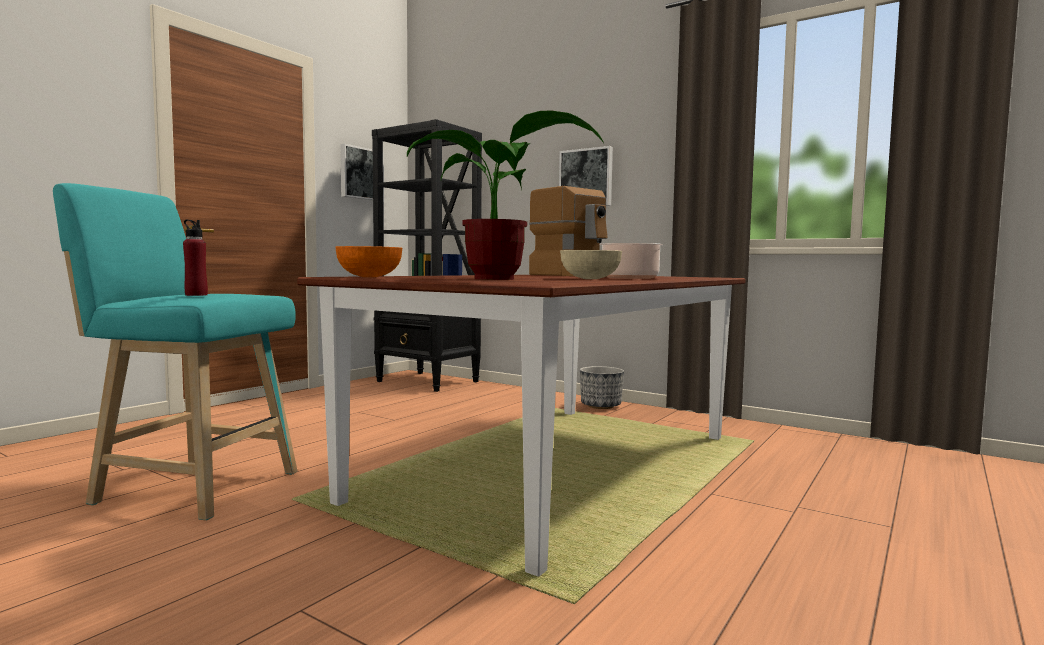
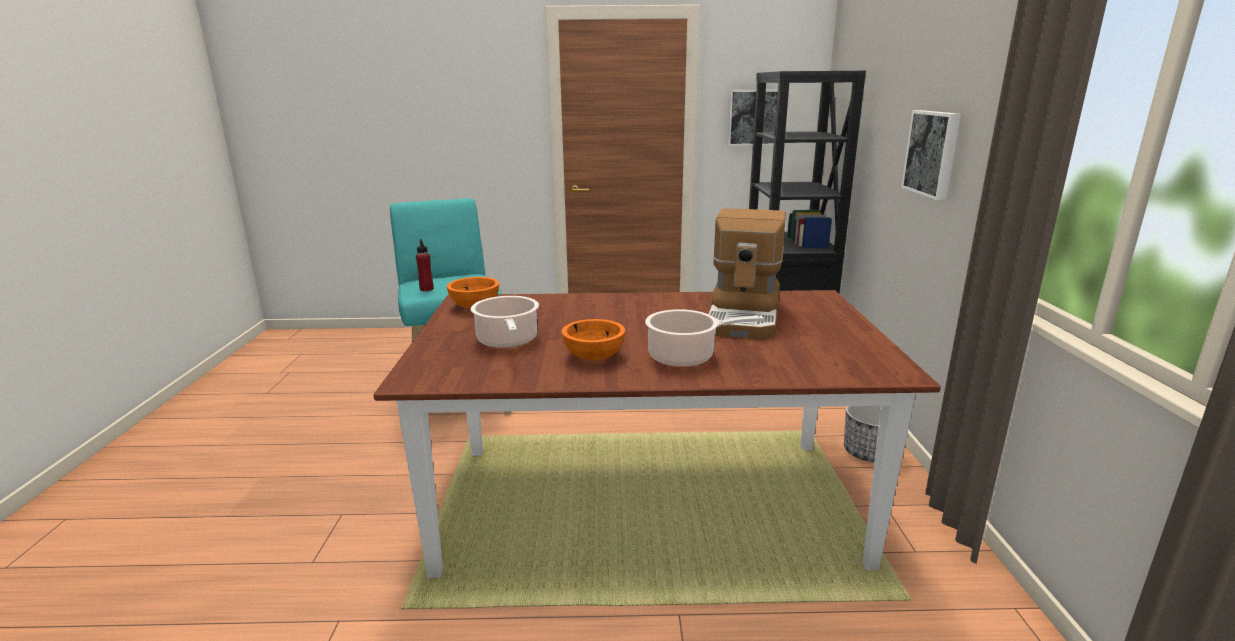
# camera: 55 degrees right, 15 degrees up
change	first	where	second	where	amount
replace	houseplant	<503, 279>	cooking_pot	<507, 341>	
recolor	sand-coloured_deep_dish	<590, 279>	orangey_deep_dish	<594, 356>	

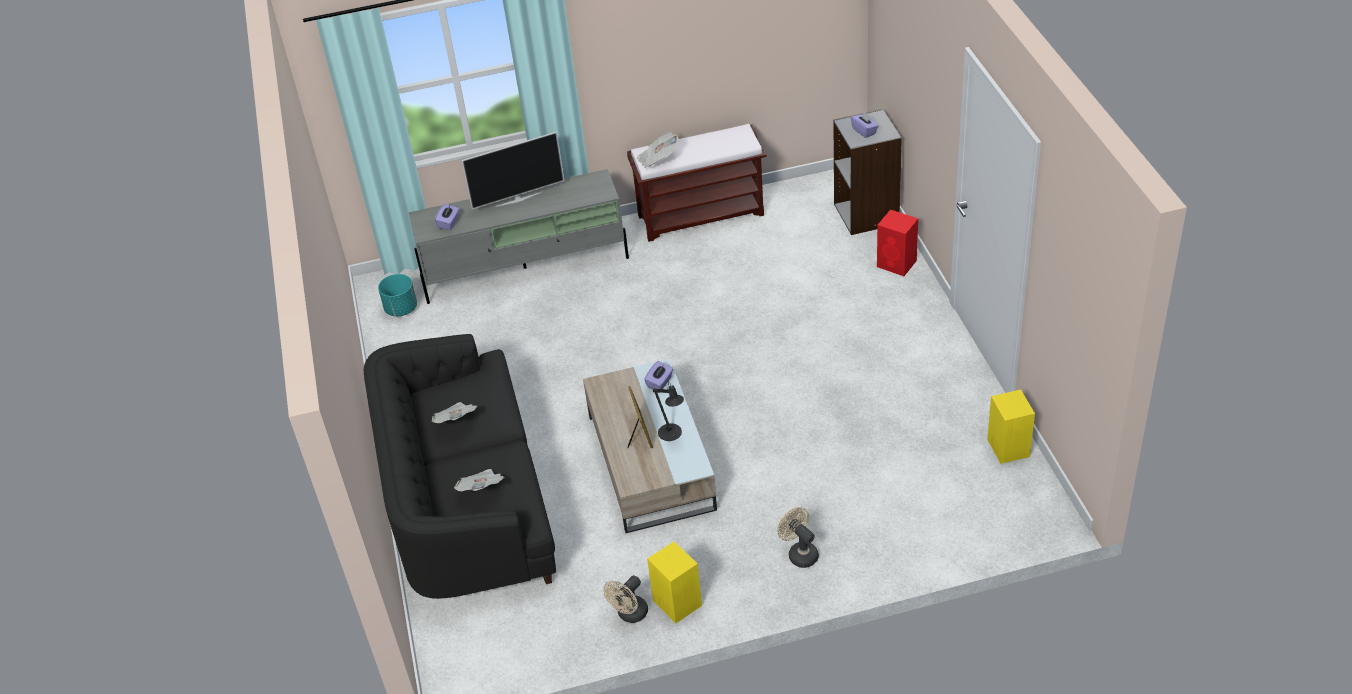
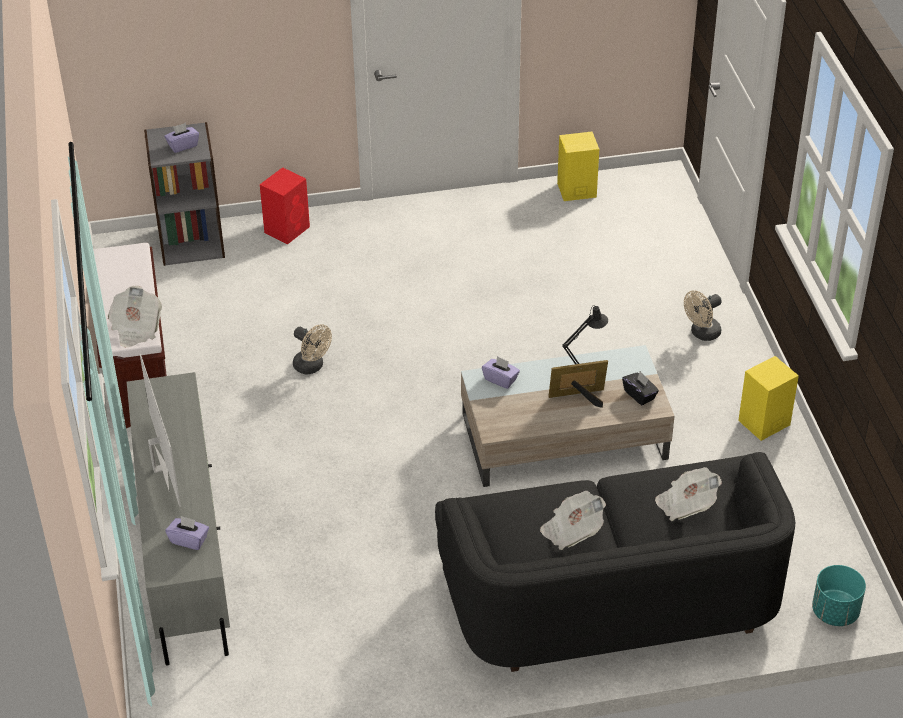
# camera: 90 degrees left, 0 degrees up
change	first	where	second	where	amount
move	blue-green_flower_pot	<401, 309>		<835, 612>	
move	sand-coloured_cooling_fan	<629, 615>		<312, 367>	
insert			black_tissue_holder	<639, 395>	

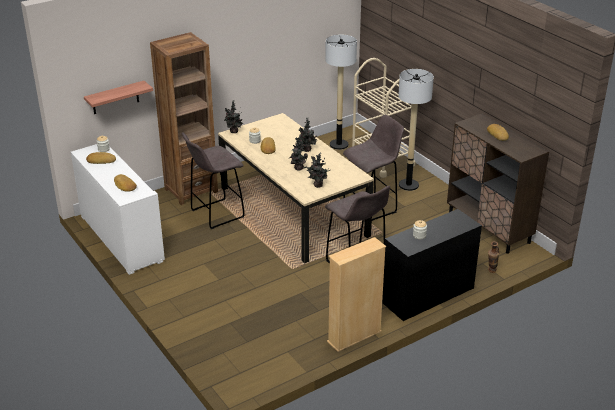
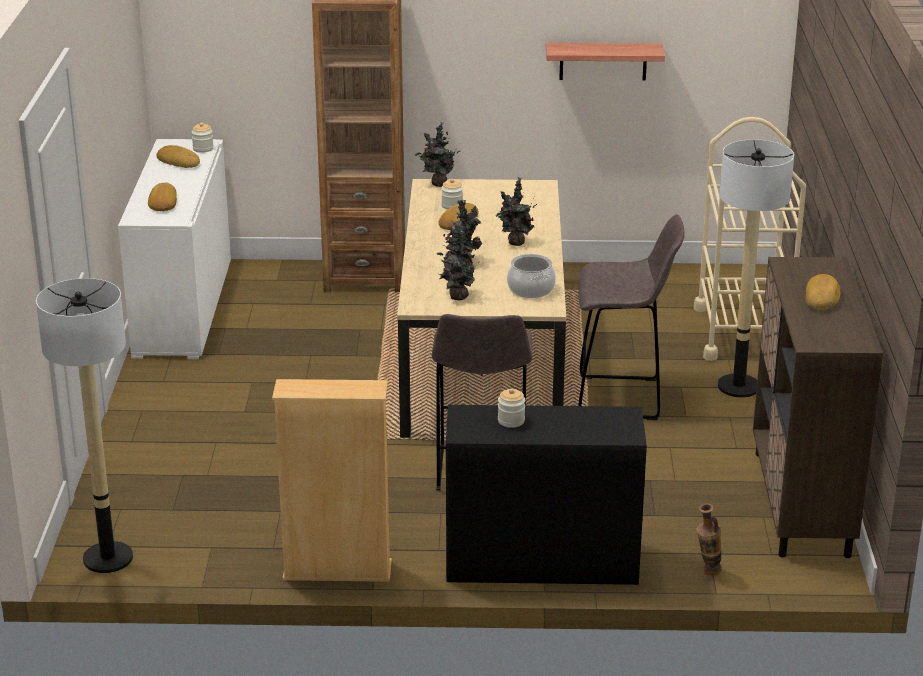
# camera: 35 degrees right, 5 degrees down
change	first	where	second	where	amount
move	standing_lamp	<339, 144>		<108, 558>	
move	shelf	<115, 98>		<603, 61>	
delete	grey_stool	<215, 214>			
insert			cooking_pot	<530, 289>	

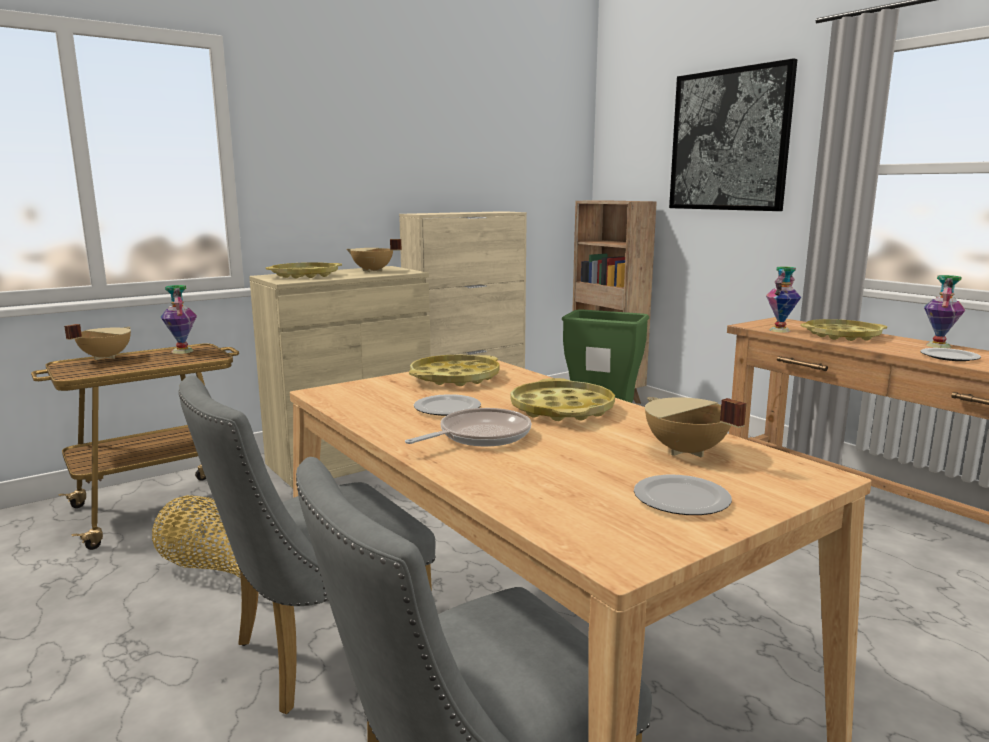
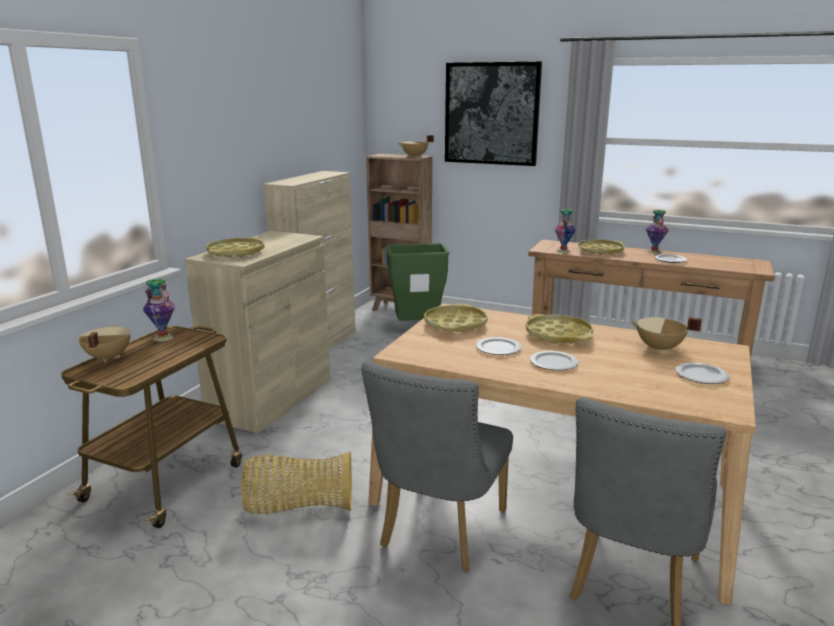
# camera: 30 degrees left, 5 degrees up
change	first	where	second	where	amount
move	sand-coloured_cooking_pot	<372, 271>		<415, 156>	
replace	frying_pan	<480, 436>	dinner_plate	<553, 363>	

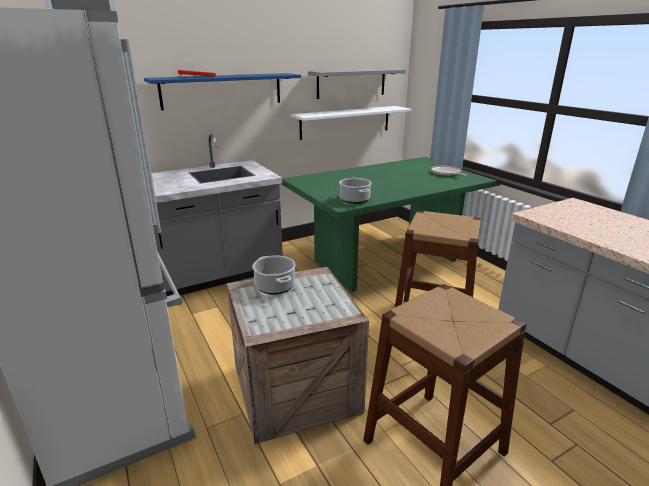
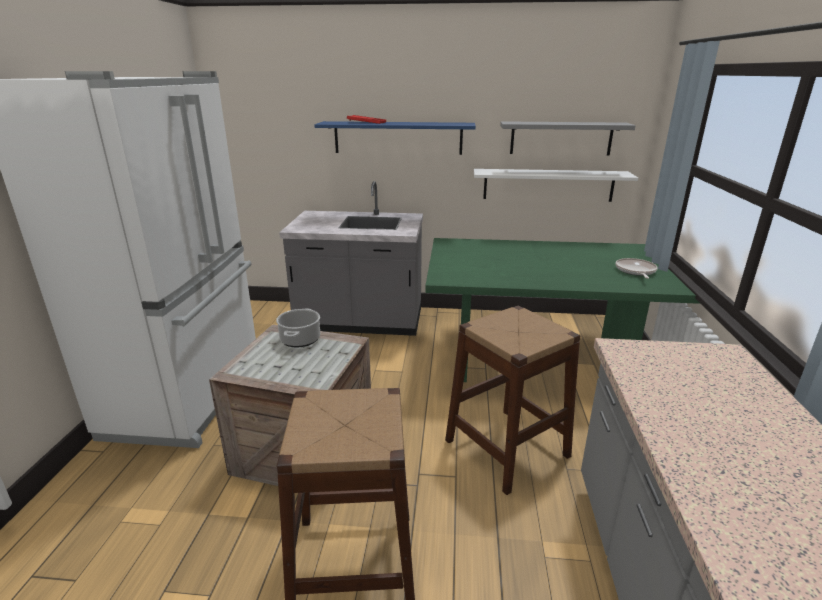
# camera: 35 degrees right, 0 degrees up
change	first	where	second	where	amount
delete	cooking_pot	<354, 200>			

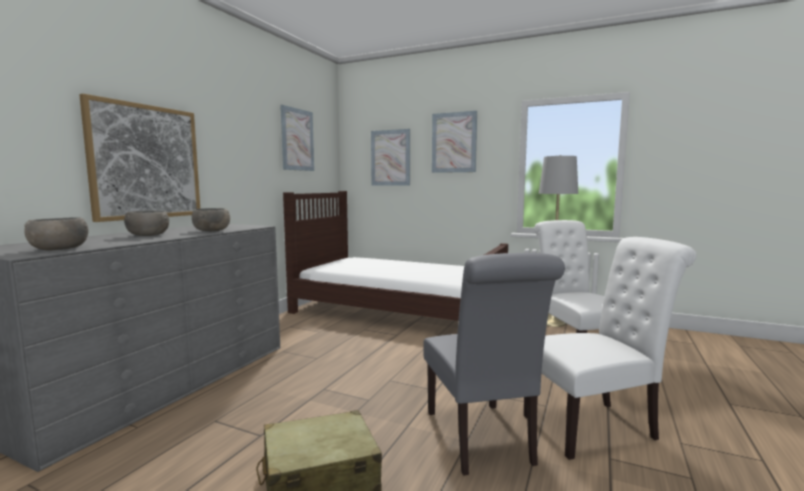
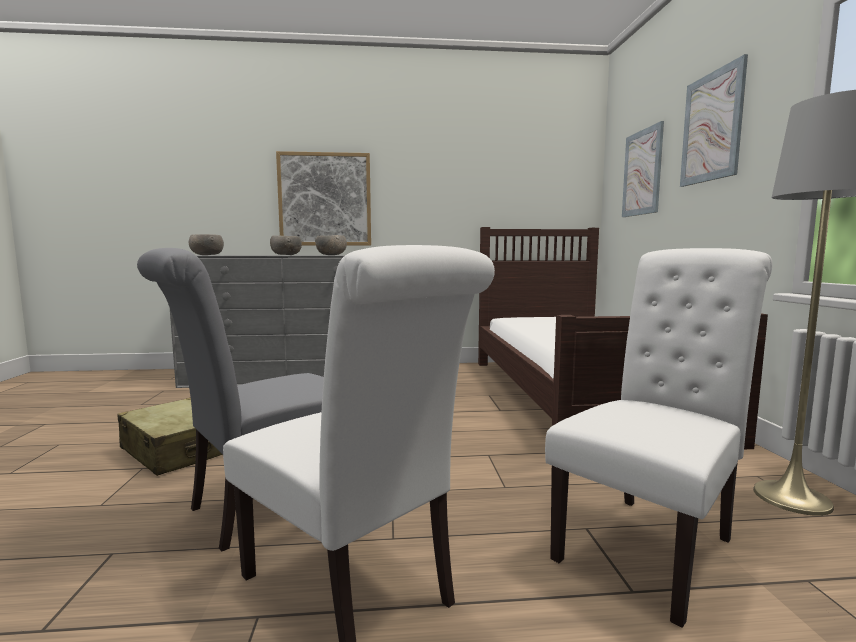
# camera: 60 degrees right, 0 degrees up
change	first	where	second	where	amount
delete	wall_picture	<297, 139>			

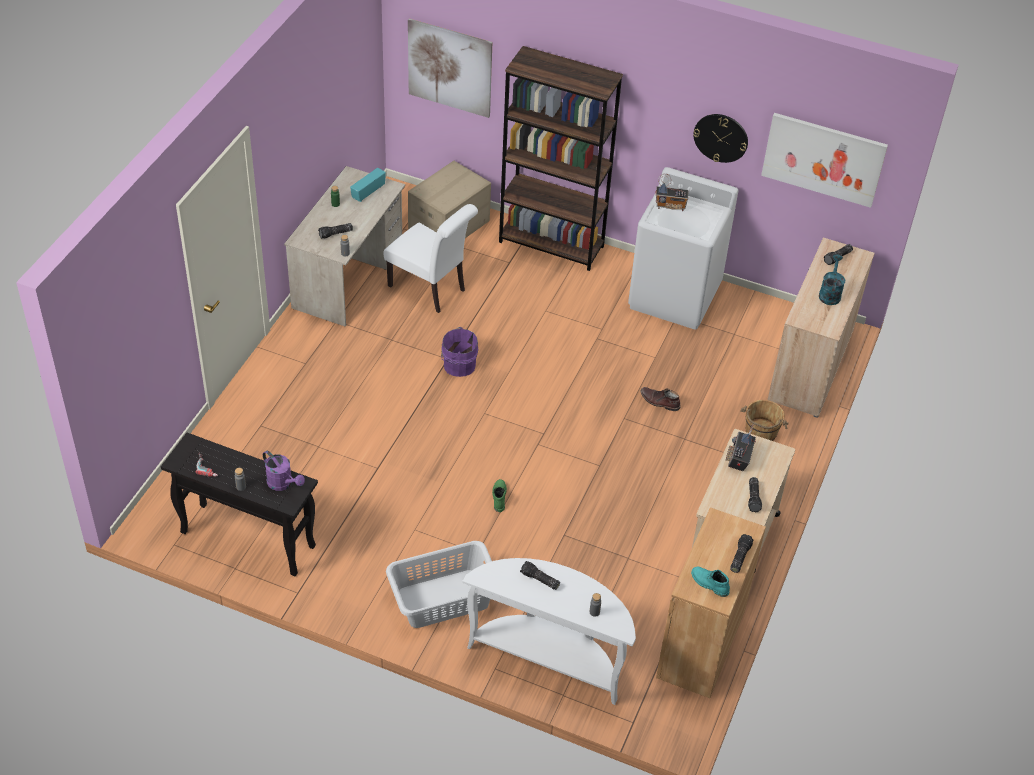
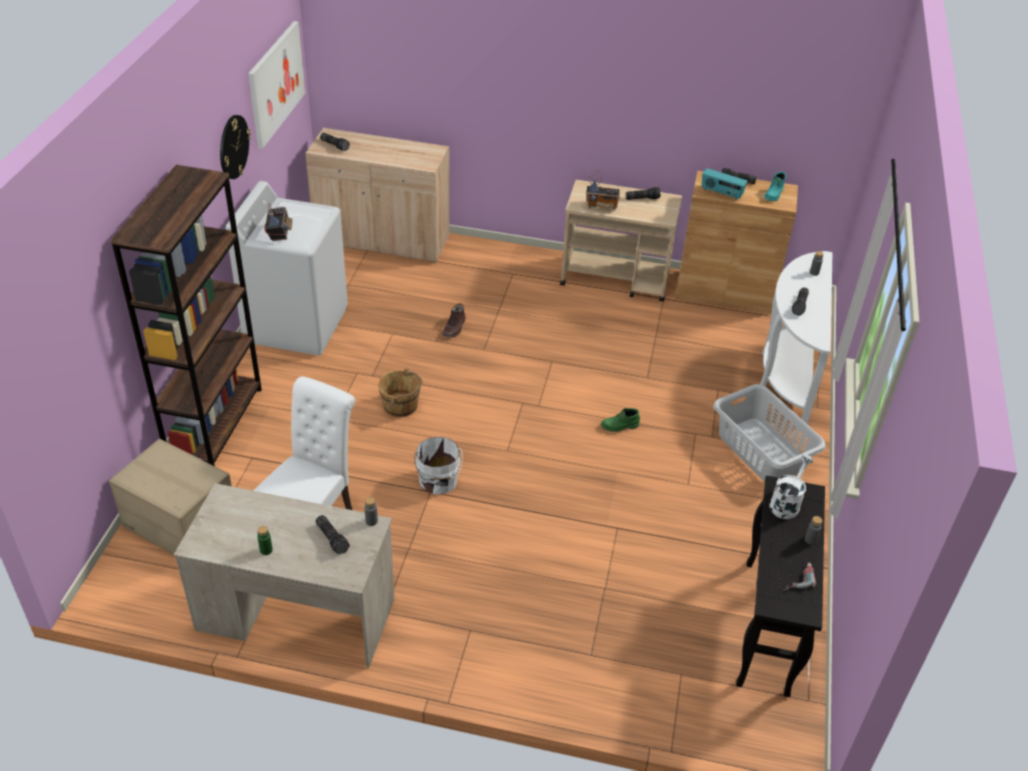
# camera: 100 degrees left, 5 degrees down
change	first	where	second	where	amount
delete	wall_picture	<450, 67>			
move	radio_set	<368, 192>		<721, 193>	
delete	blue-green_sprinkling_can	<830, 293>			
recolor	purple-coloured_pail	<458, 364>	white_pail	<438, 481>	
move	brown-coloured_pail	<760, 432>		<401, 406>	
recolor	purple-coloured_sprinkling_can	<283, 484>	white_sprinkling_can	<786, 503>	

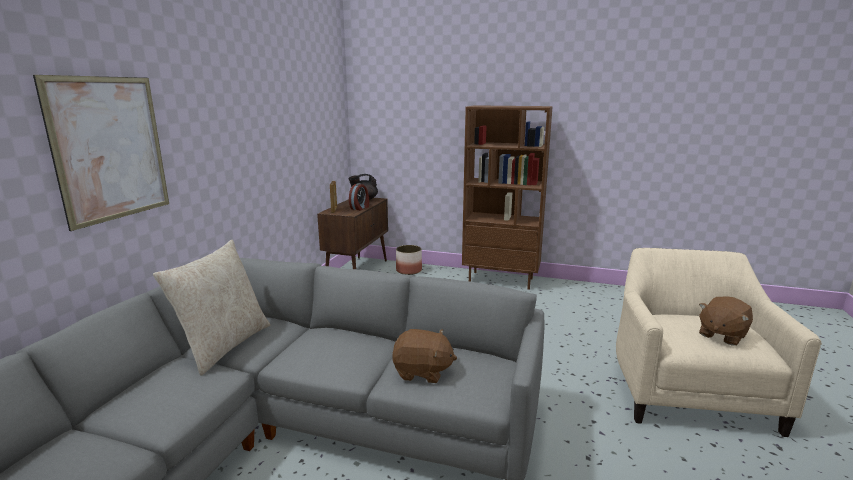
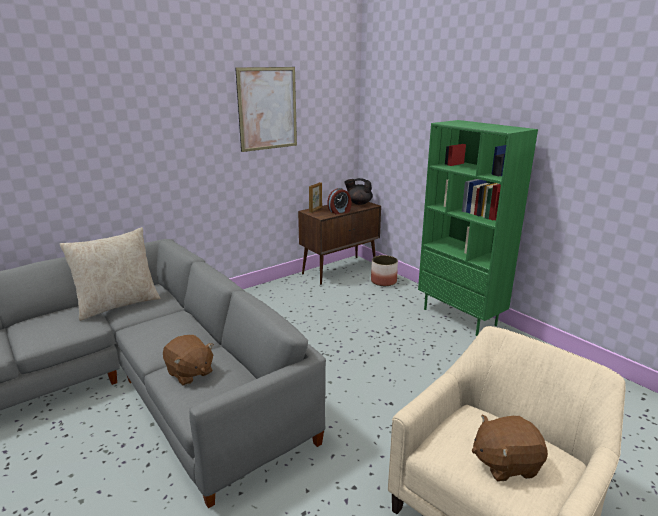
# camera: 35 degrees right, 5 degrees up
change	first	where	second	where	amount
move	wall_picture	<110, 149>		<267, 109>	
recolor	brown-coloured_bookshelf	<501, 280>	green-coloured_bookshelf	<460, 317>	

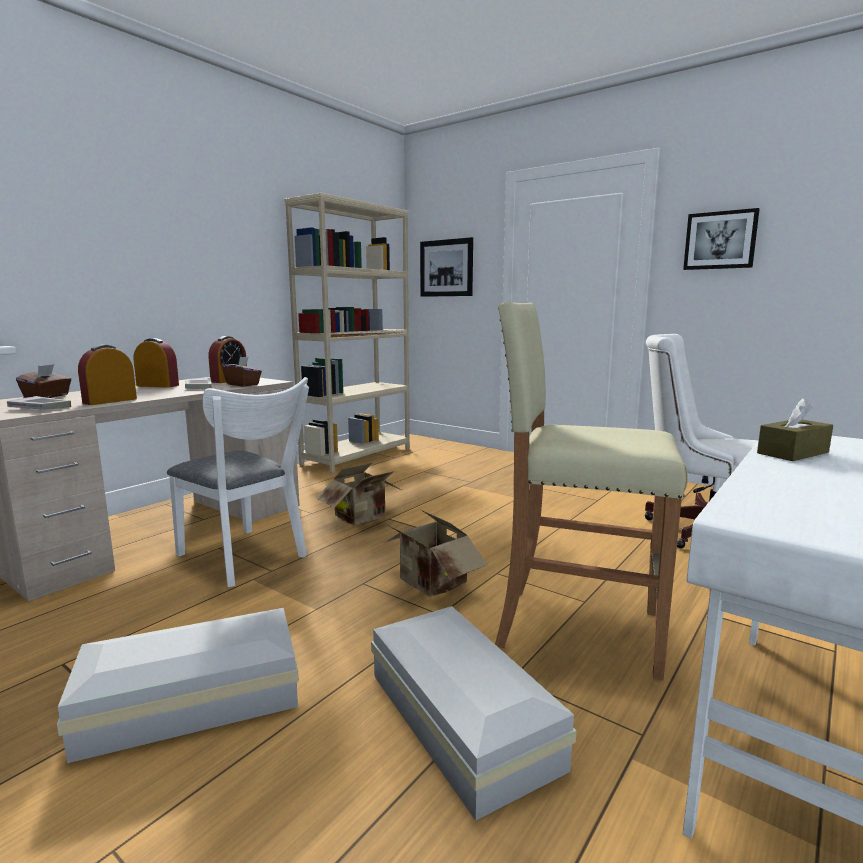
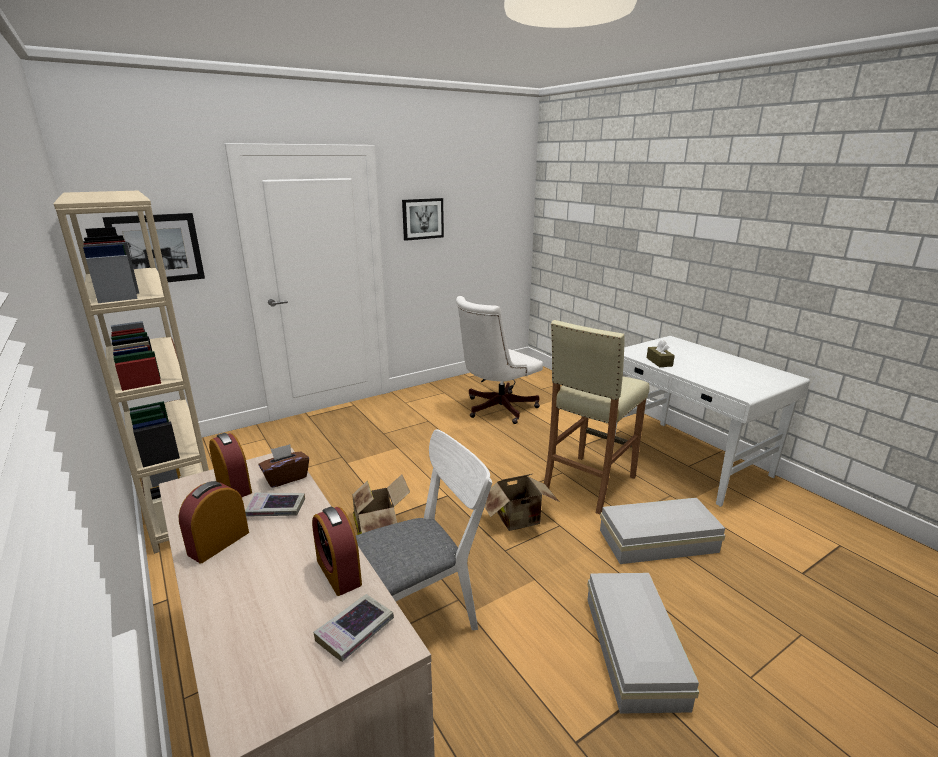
# camera: 70 degrees left, 10 degrees up
change	first	where	second	where	amount
delete	brown-coloured_tissue_holder	<47, 397>			

